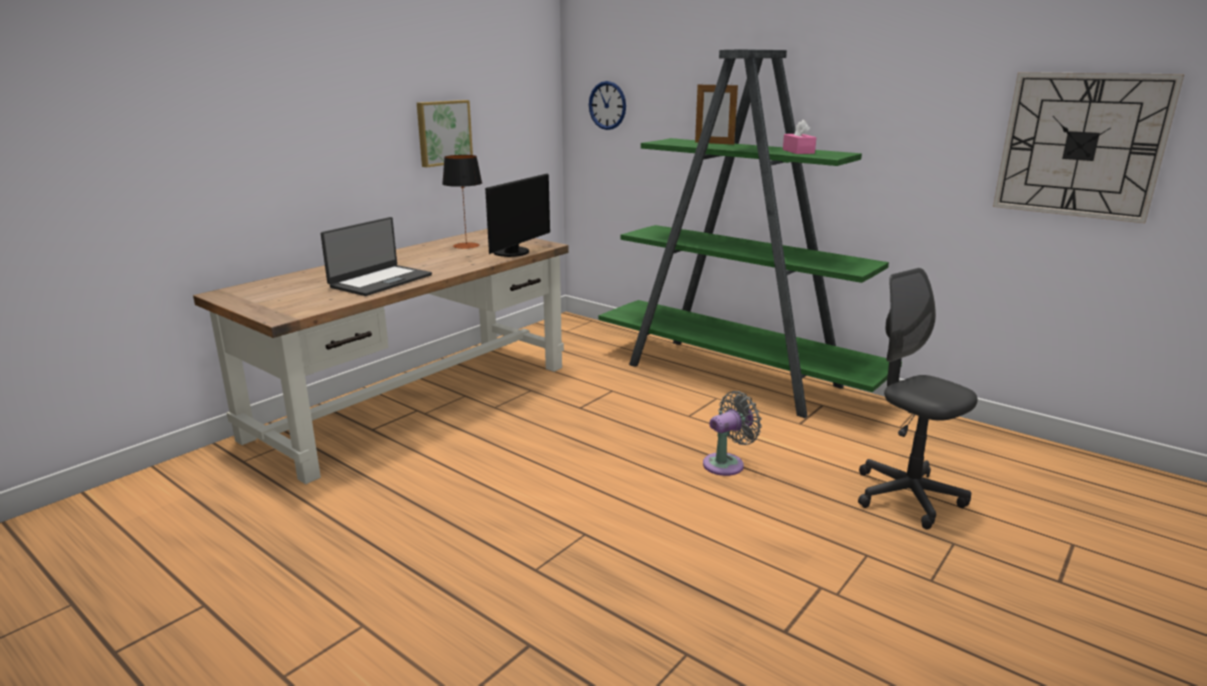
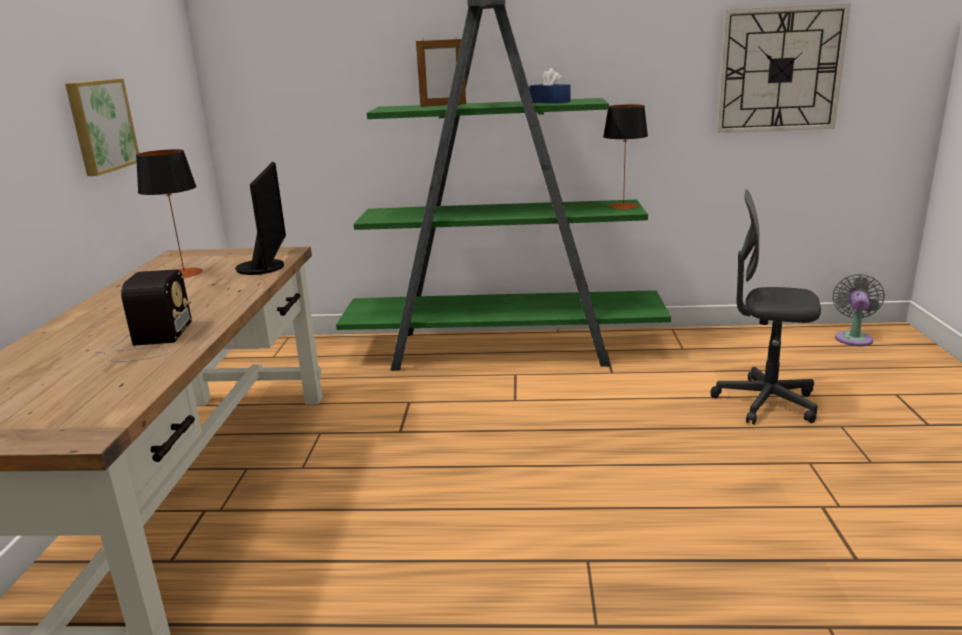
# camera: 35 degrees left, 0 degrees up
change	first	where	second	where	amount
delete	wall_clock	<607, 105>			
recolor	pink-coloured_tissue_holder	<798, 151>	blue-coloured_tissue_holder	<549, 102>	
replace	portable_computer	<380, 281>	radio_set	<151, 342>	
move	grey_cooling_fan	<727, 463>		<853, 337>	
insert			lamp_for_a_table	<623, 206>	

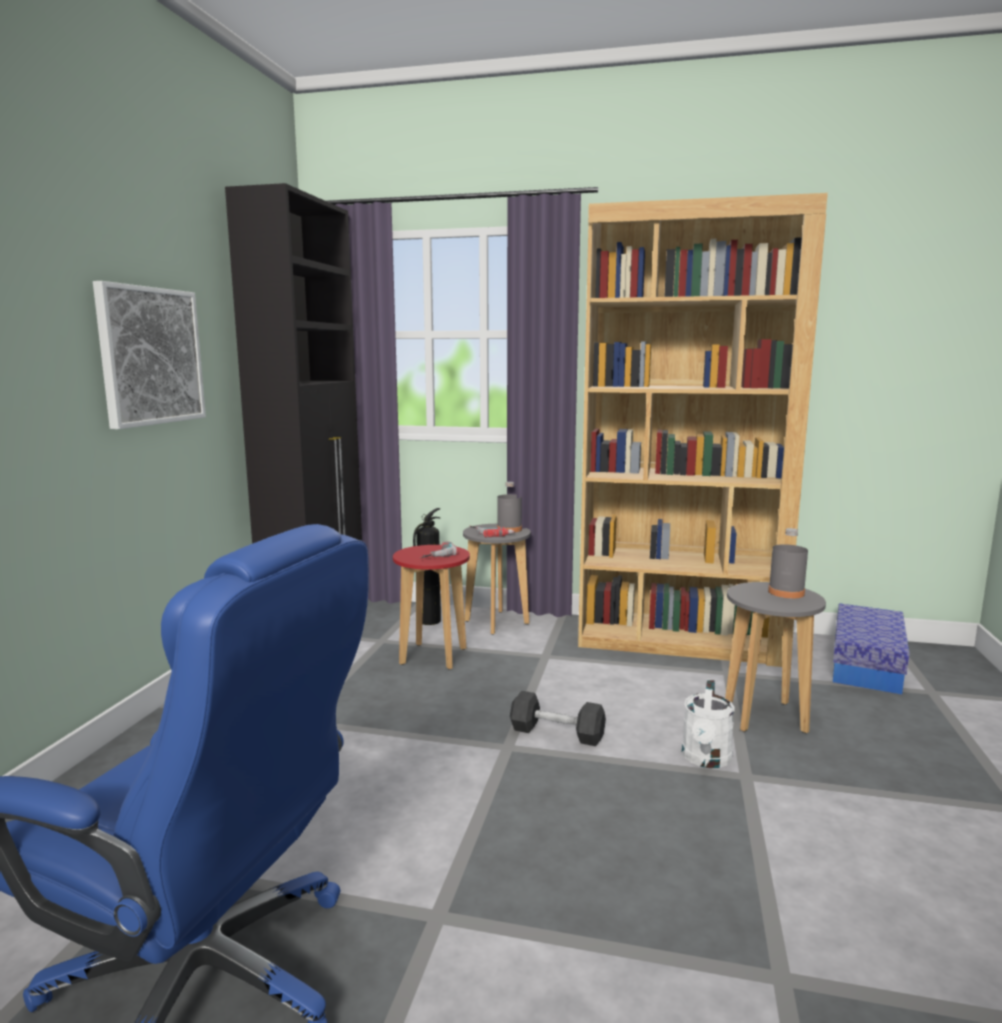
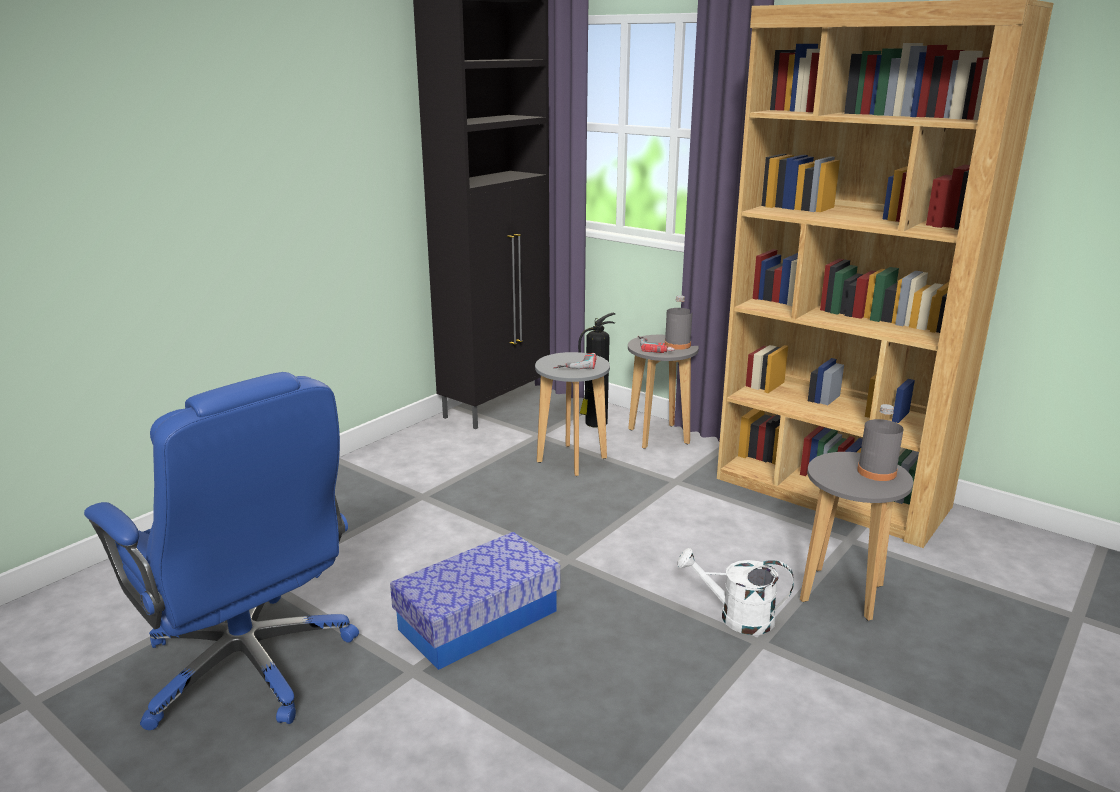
# camera: 25 degrees right, 10 degrees up
change	first	where	second	where	amount
delete	wall_picture	<150, 356>			
recolor	red-coloured_stool	<433, 656>	grey_stool	<572, 460>	
move	storage_container	<866, 666>		<478, 620>	
rotate	white_sprinkling_can	<706, 759>		<736, 617>	60 degrees clockwise
delete	grey_free_weight	<557, 733>			

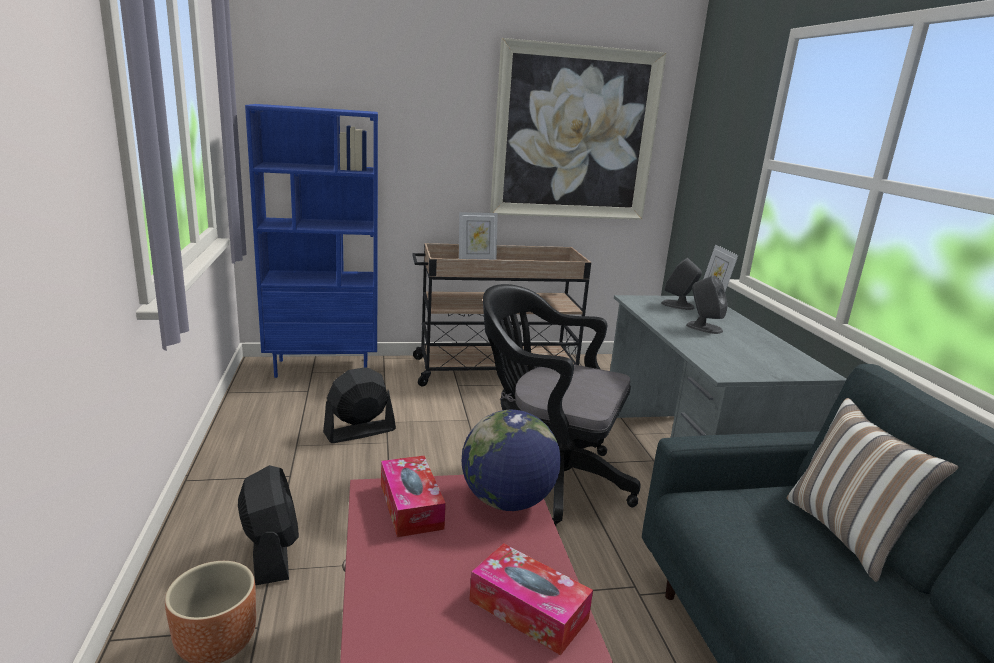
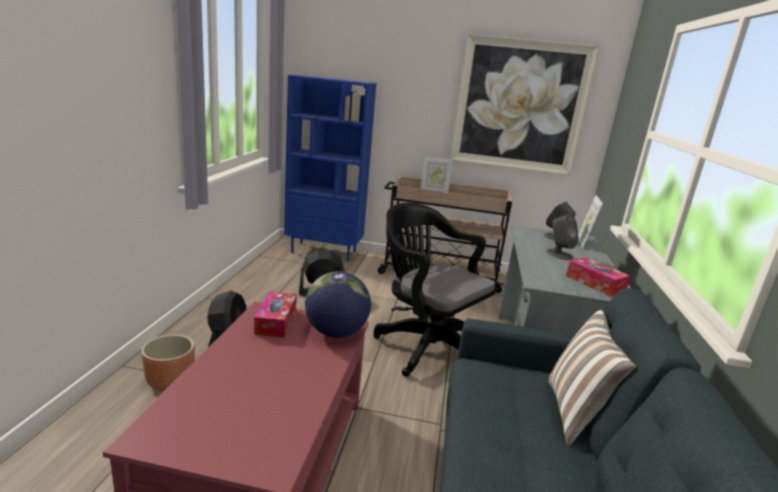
# camera: 20 degrees right, 0 degrees up
change	first	where	second	where	amount
move	tissue_holder	<528, 610>		<595, 283>	

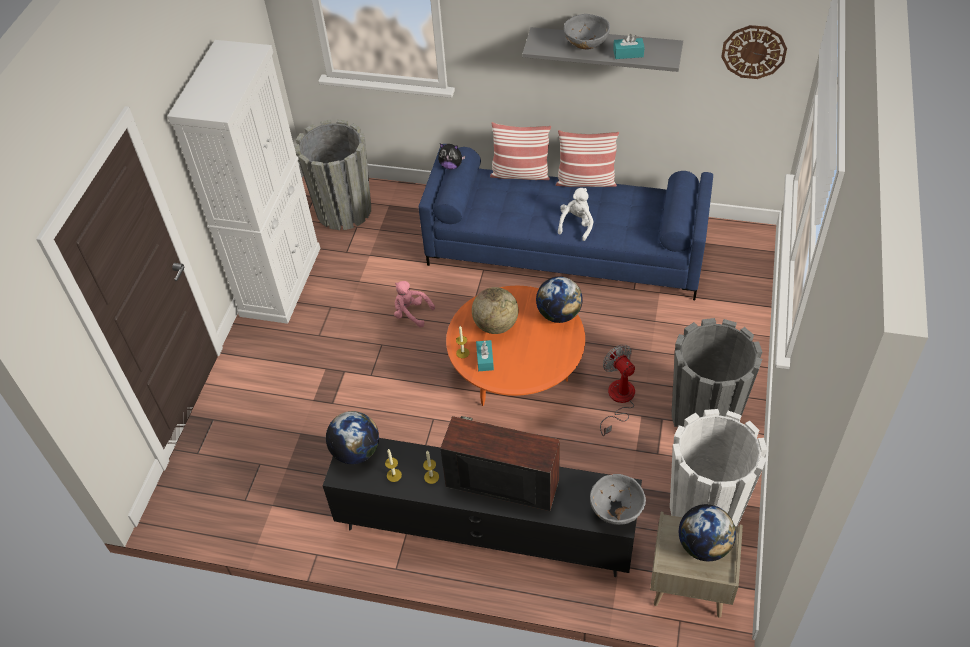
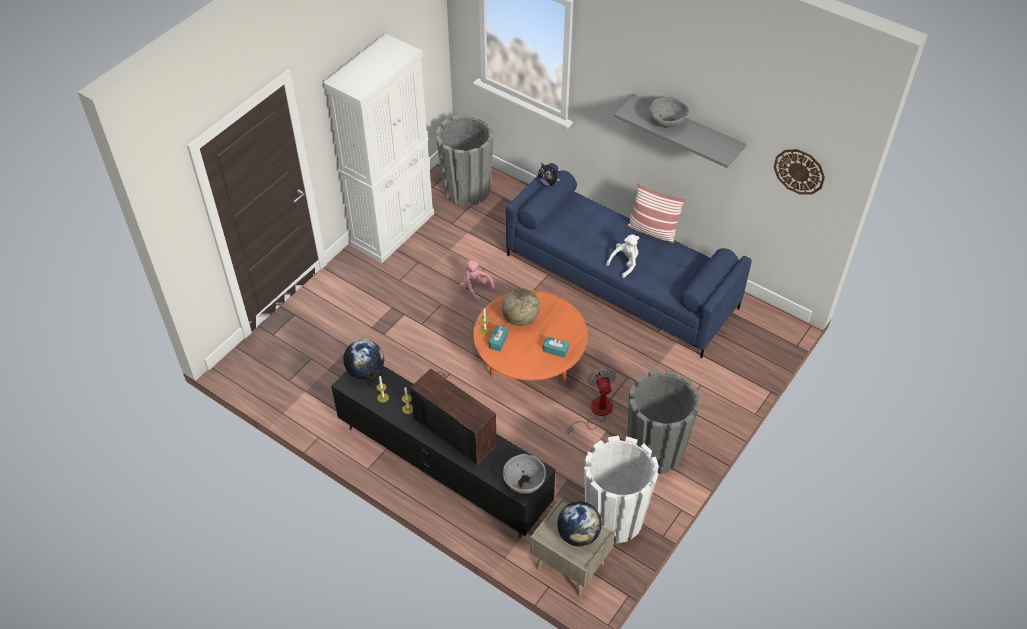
# camera: 20 degrees right, 0 degrees up
change	first	where	second	where	amount
move	blue-green_tissue_holder	<628, 53>		<555, 350>	
delete	pillow	<520, 174>			
delete	desk_globe	<559, 314>			

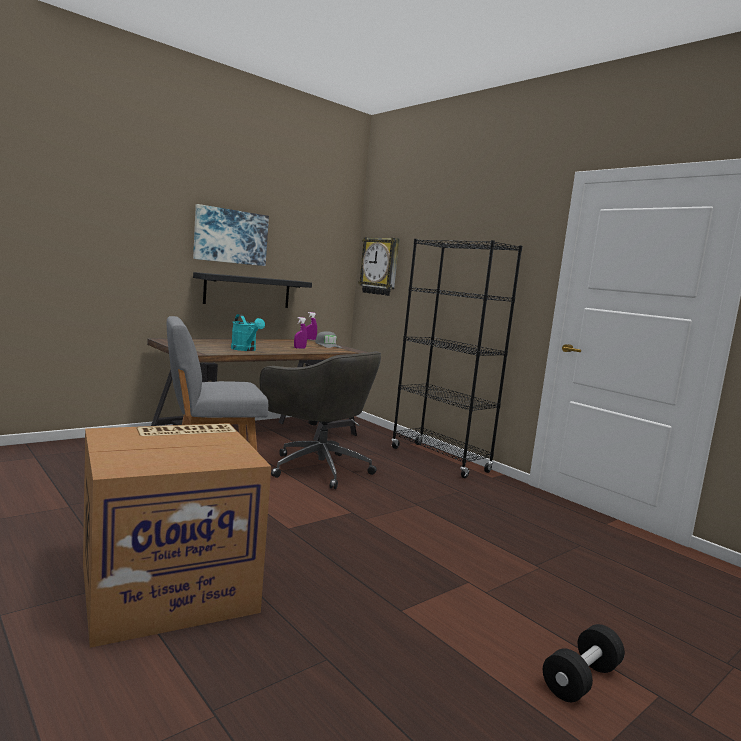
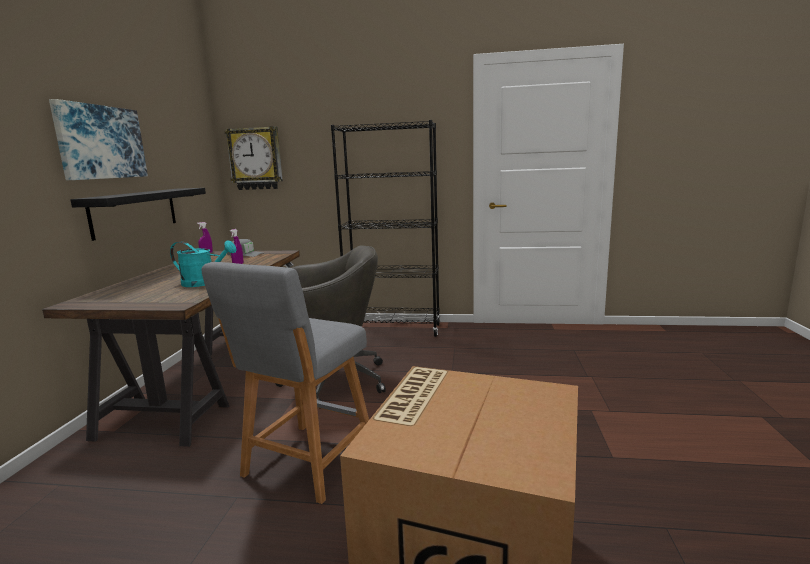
# camera: 40 degrees left, 5 degrees up
change	first	where	second	where	amount
delete	black_free_weight	<581, 680>			

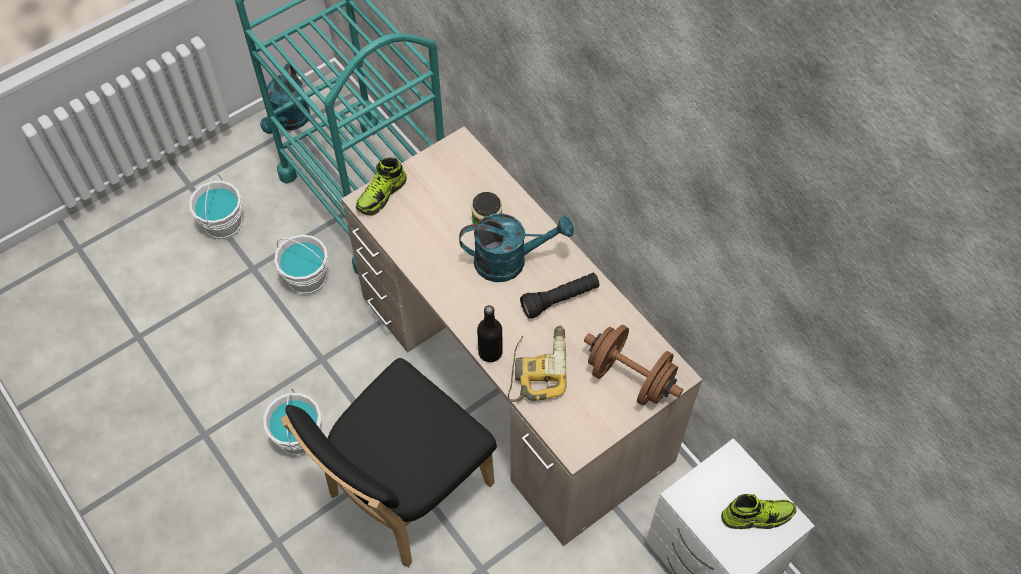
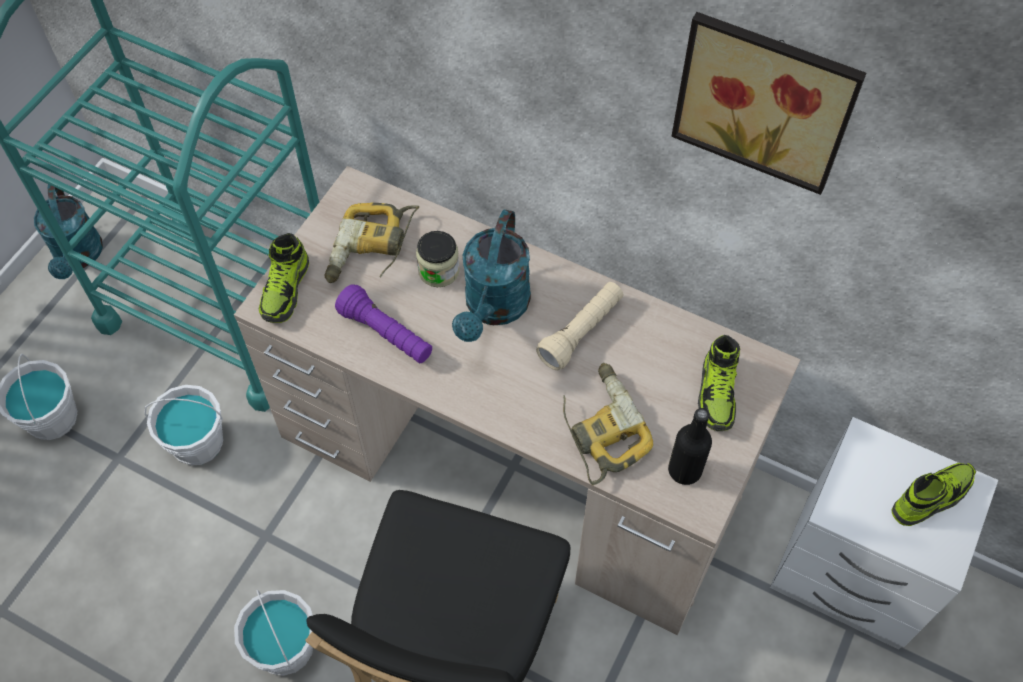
# camera: 25 degrees left, 0 degrees up
change	first	where	second	where	amount
rotate	blue-green_sprinkling_can	<510, 260>		<494, 308>	135 degrees clockwise
recolor	black_torch	<560, 299>	sand-coloured_torch	<581, 332>	
move	black_drink_bottle	<490, 352>		<684, 470>	
replace	brown-coloured_free_weight	<630, 378>	item_of_footwear	<717, 393>	
insert			wall_picture	<766, 98>	
insert			electric_drill	<371, 250>	
insert			purple-coloured_torch	<386, 334>	

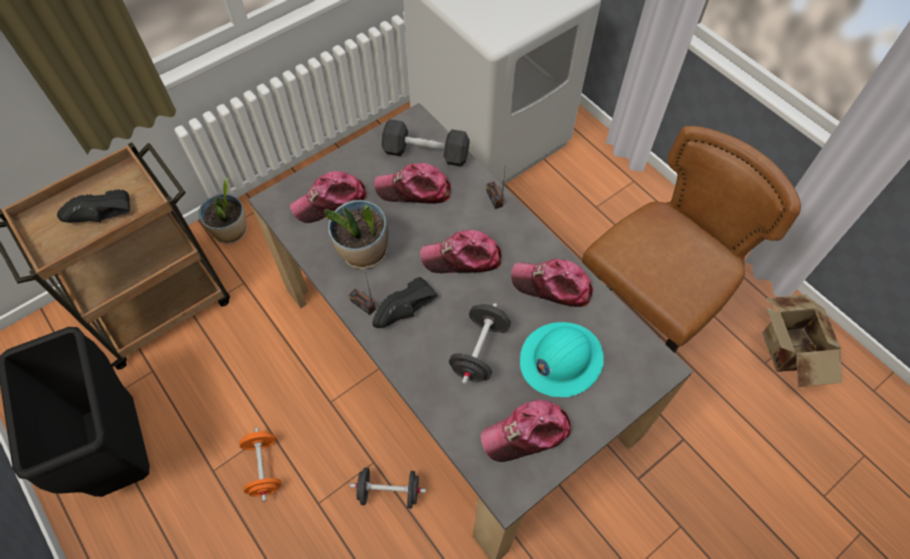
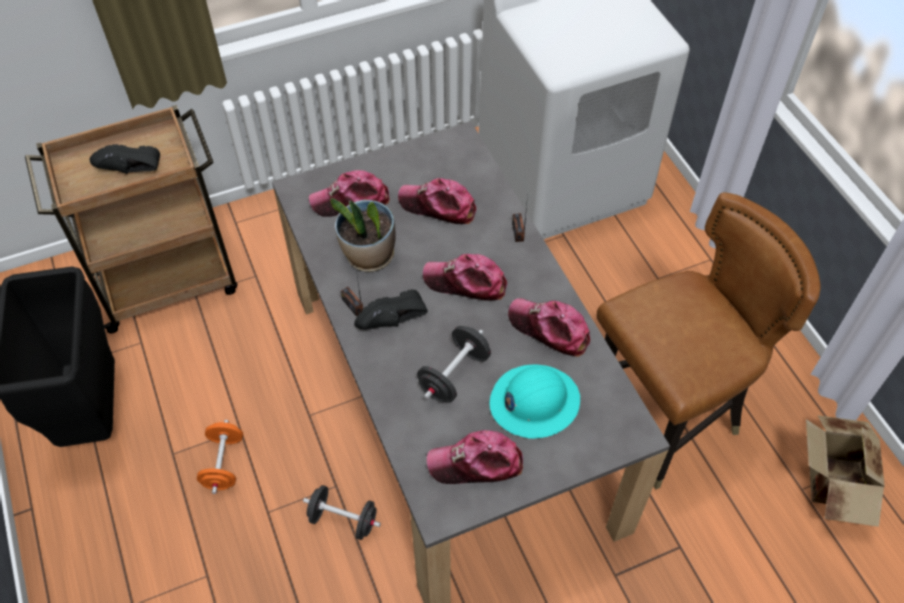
# camera: 15 degrees right, 5 degrees down
change	first	where	second	where	amount
delete	black_free_weight	<426, 153>			
delete	houseplant	<231, 232>			

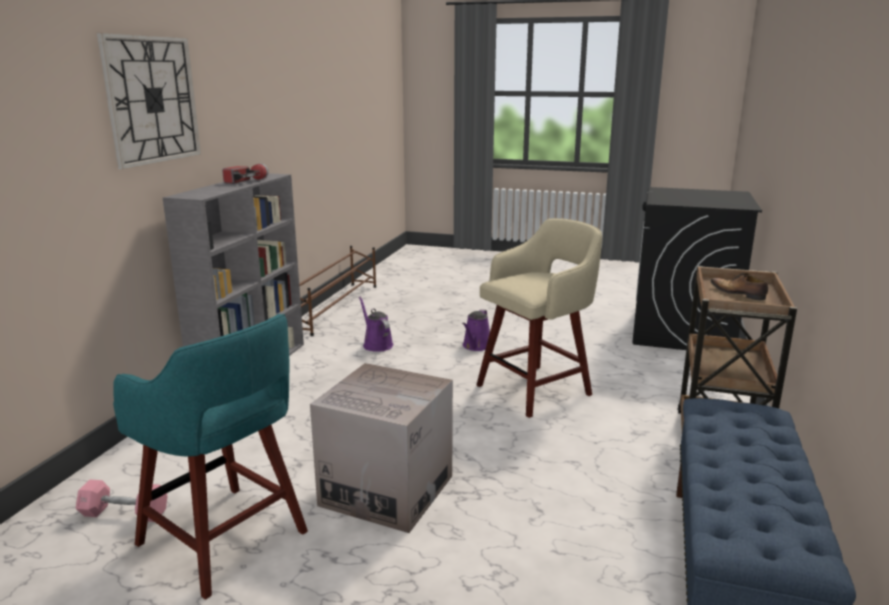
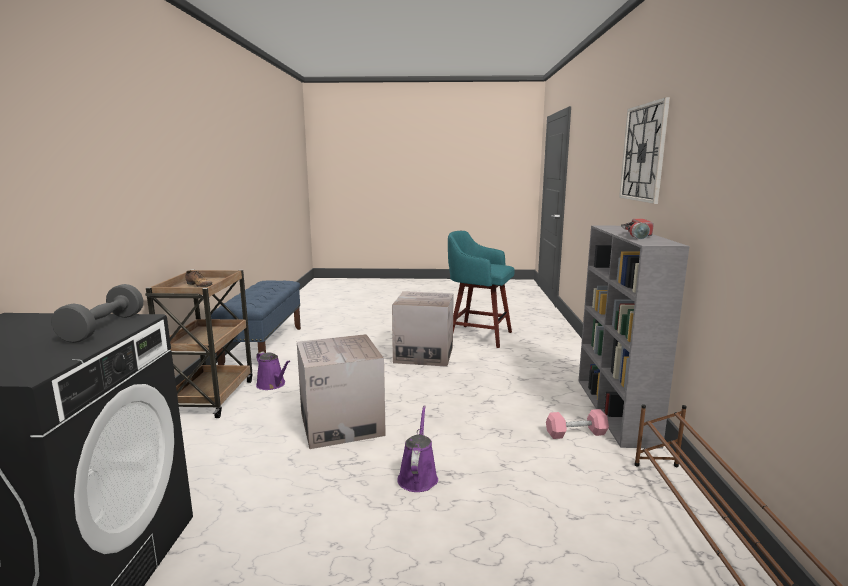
# camera: 165 degrees right, 5 degrees down
change	first	where	second	where	amount
replace	sand-coloured_stool	<536, 389>	packing_box	<341, 424>	
move	purple-coloured_sprinkling_can	<376, 344>		<272, 385>	
move	pink-coloured_free_weight	<124, 513>		<576, 433>	
insert			grey_free_weight	<104, 328>	

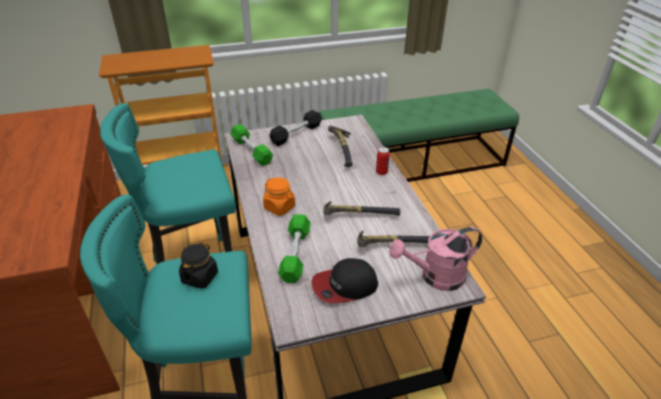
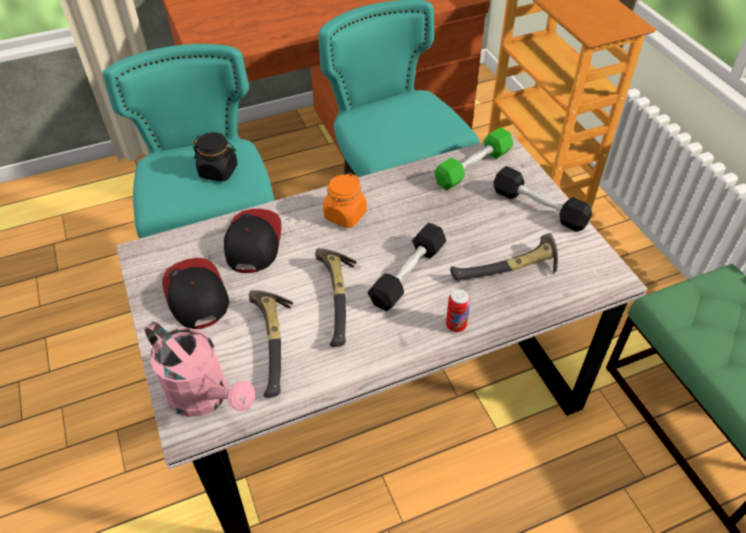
# camera: 85 degrees right, 10 degrees up
change	first	where	second	where	amount
replace	green-coloured_free_weight	<295, 254>	cap	<253, 242>	
rotate	pink-coloured_sprinkling_can	<435, 277>		<206, 397>	150 degrees clockwise
insert			black_free_weight	<408, 275>	

